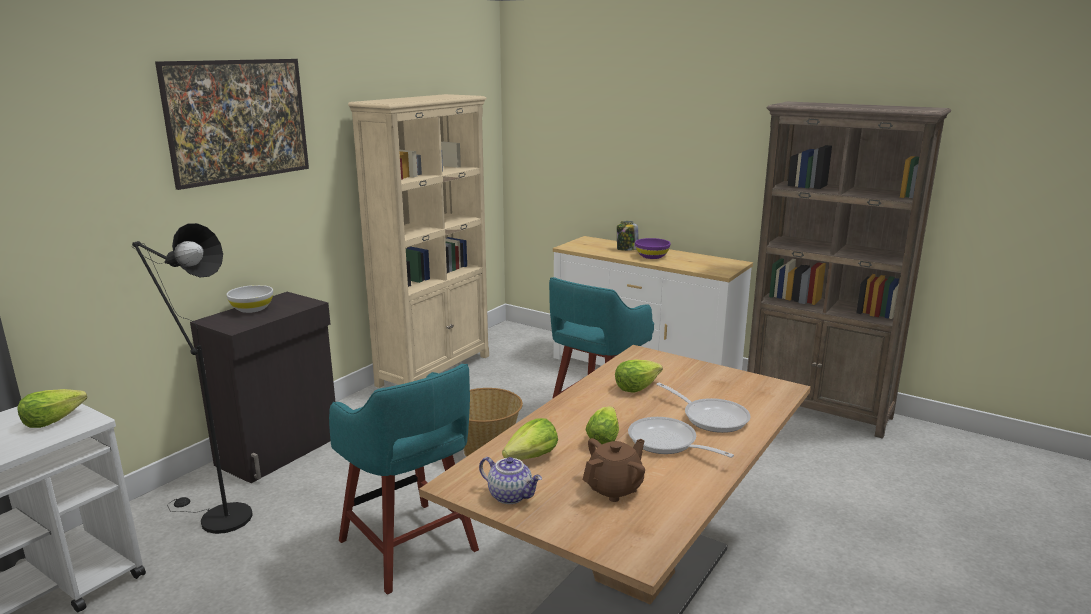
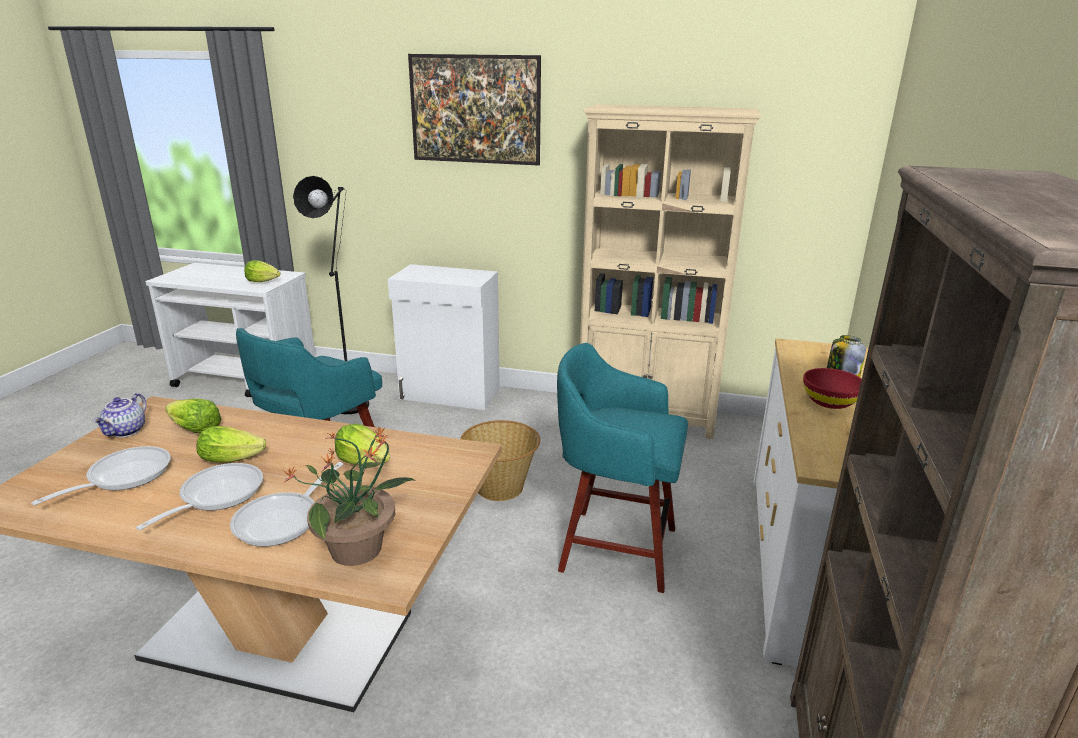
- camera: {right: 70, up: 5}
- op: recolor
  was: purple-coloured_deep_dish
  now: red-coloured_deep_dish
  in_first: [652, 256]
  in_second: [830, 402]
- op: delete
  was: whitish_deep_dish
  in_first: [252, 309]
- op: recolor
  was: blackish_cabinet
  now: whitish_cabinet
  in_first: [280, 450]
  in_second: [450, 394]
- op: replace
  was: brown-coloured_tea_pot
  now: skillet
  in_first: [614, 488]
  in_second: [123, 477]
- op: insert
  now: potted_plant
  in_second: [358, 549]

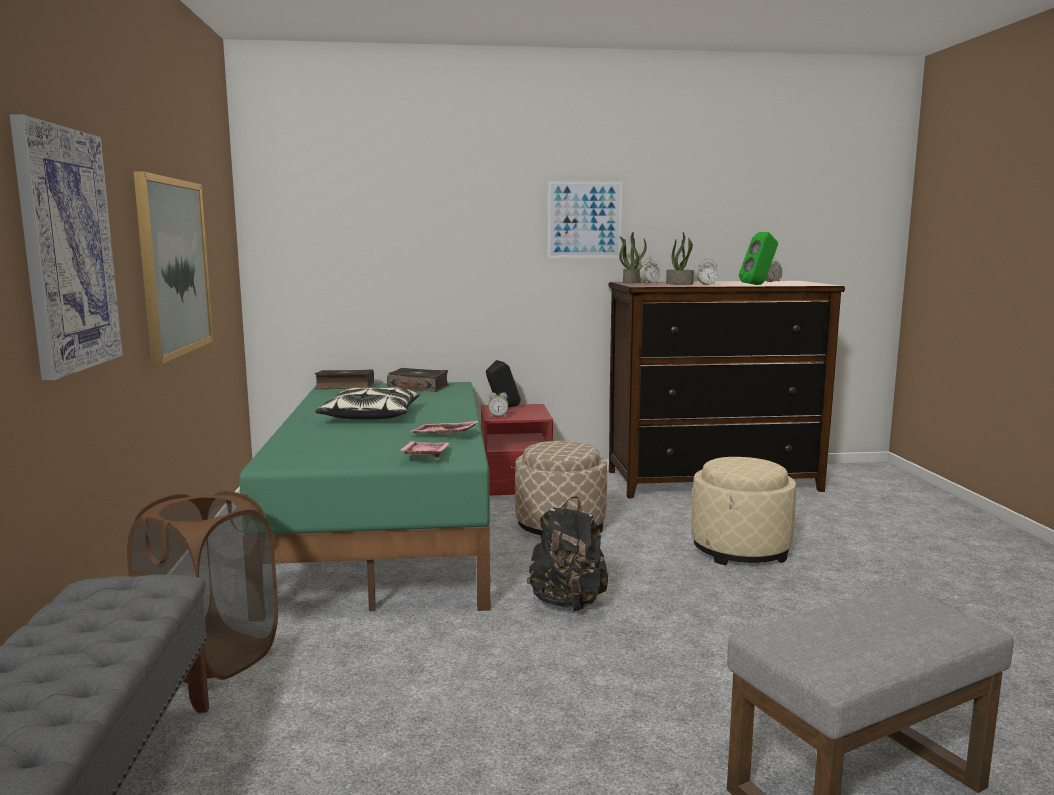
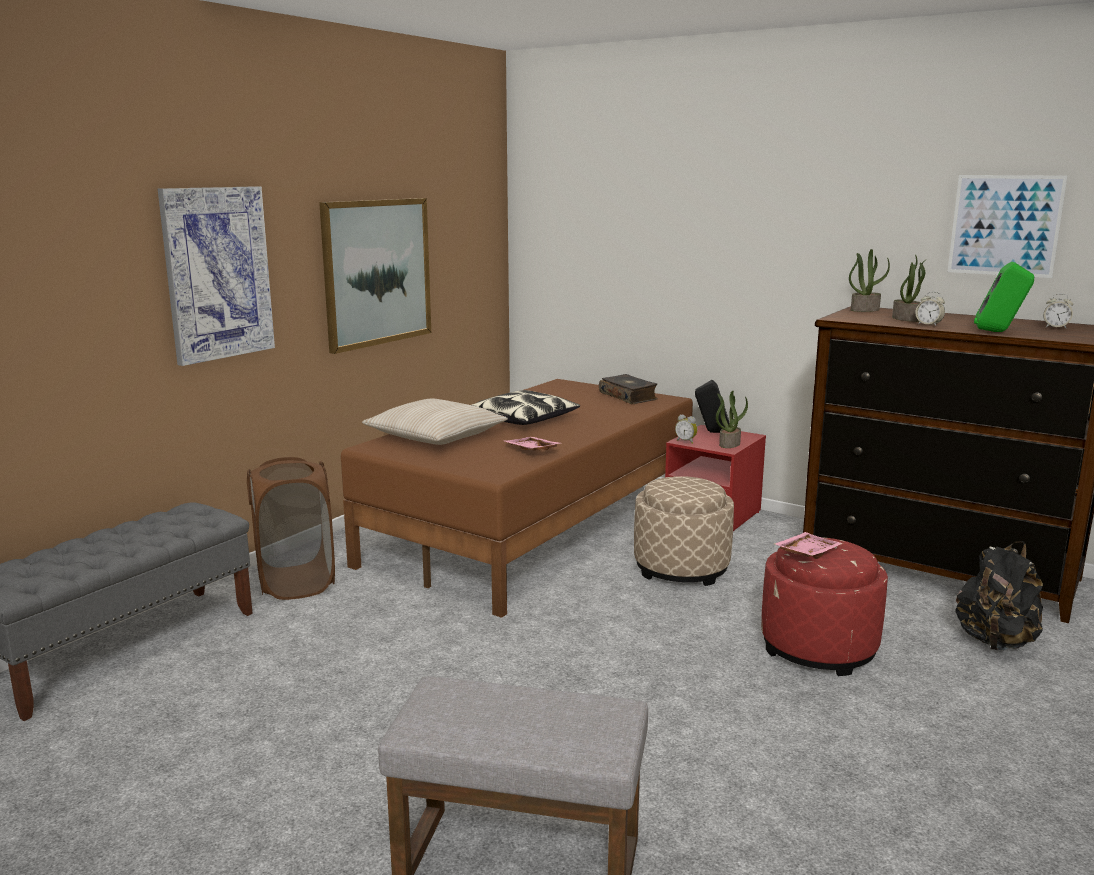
- camera: {right: 40, up: 5}
- op: move
  was: wall_art
  in_first: [584, 220]
  in_second: [1005, 225]
- op: delete
  was: bedside_clock
  in_first: [649, 283]
- op: delete
  was: bound_book
  in_first: [345, 387]
- op: recolor
  was: green_bed
  now: brown-coloured_bed
  in_first: [389, 531]
  in_second: [536, 528]
- op: move
  was: pinkish_serving_tray
  in_first: [424, 456]
  in_second: [806, 553]
- op: recolor
  was: beige_ottoman
  now: red-coloured_ottoman
  in_first: [740, 549]
  in_second: [818, 648]
- op: move
  was: blackish_backpack
  in_first: [568, 603]
  in_second: [995, 642]
- op: insert
  now: potted_plant
  in_second: [729, 444]
- op: insert
  now: beige_pillow
  in_second: [435, 436]

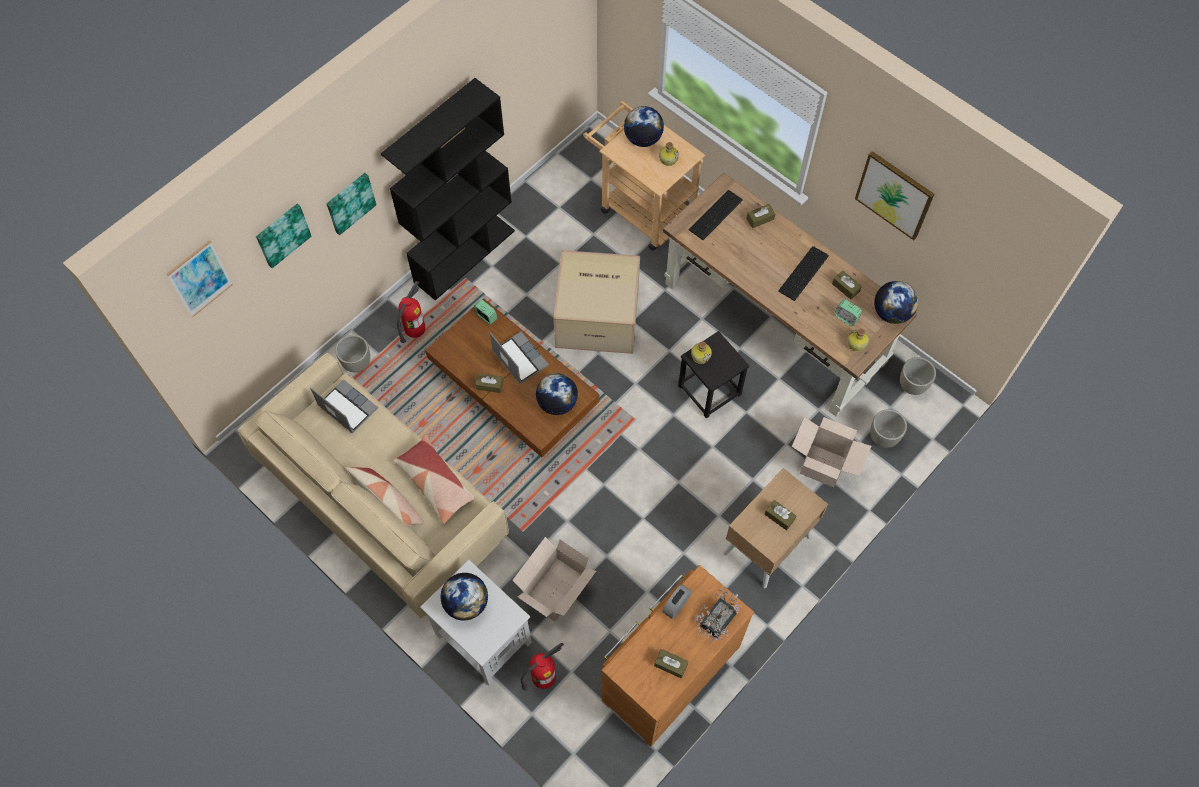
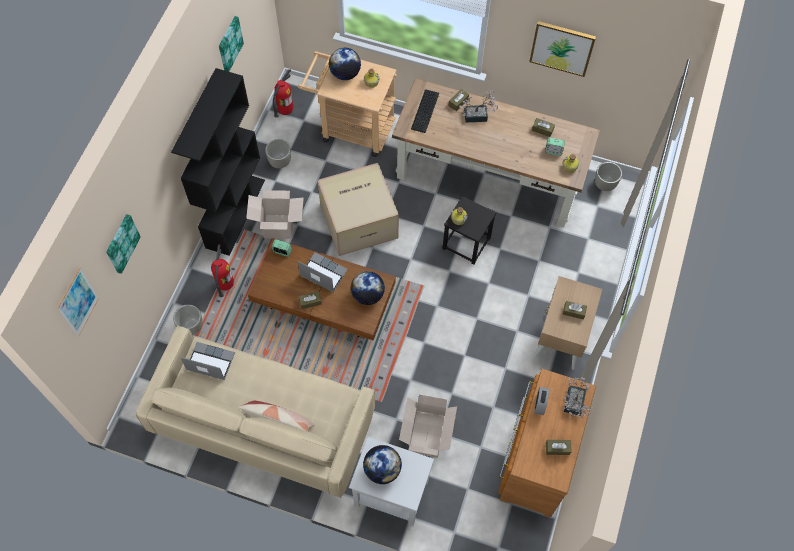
- camera: {right: -25, up: 0}
- op: move
  was: wall_art
  in_first: [350, 202]
  in_second: [229, 44]
- op: delete
  was: keyboard
  in_first: [805, 273]
- op: delete
  was: globe
  in_first: [891, 313]
- op: move
  was: grey_planter
  in_first: [883, 437]
  in_second: [280, 162]
- op: move
  was: cardboard_box
  in_first: [822, 466]
  in_second: [278, 227]
- op: delete
  was: pillow
  in_first: [435, 483]
- op: move
  was: fire-fighting_cylinder
  in_first: [543, 678]
  in_second: [285, 111]
- op: insert
  now: potted_plant
  in_second: [478, 116]

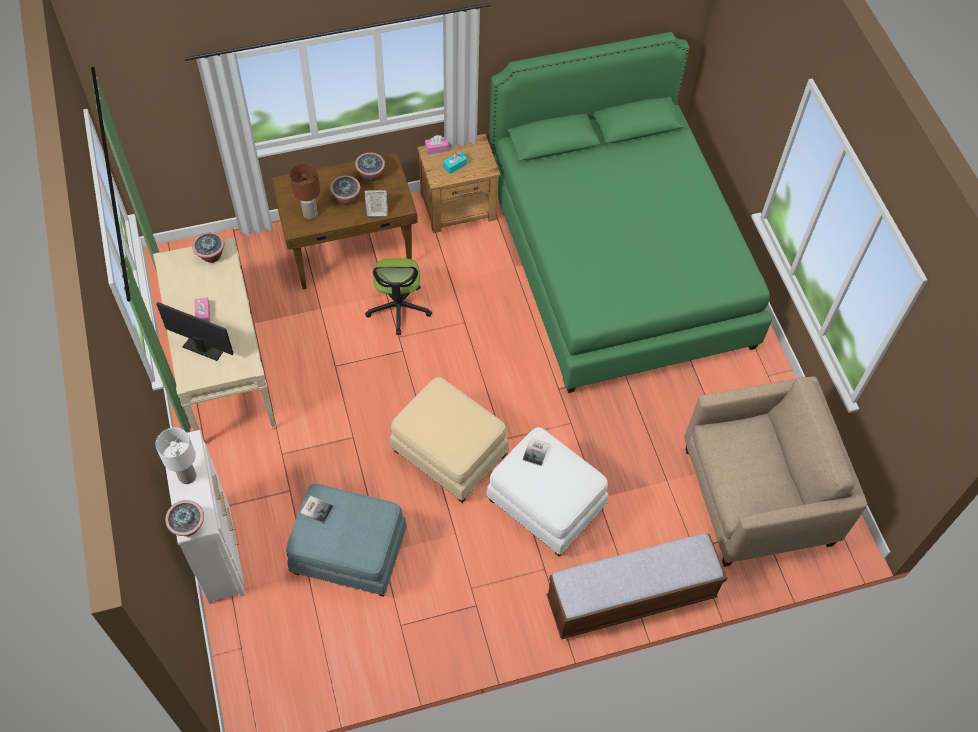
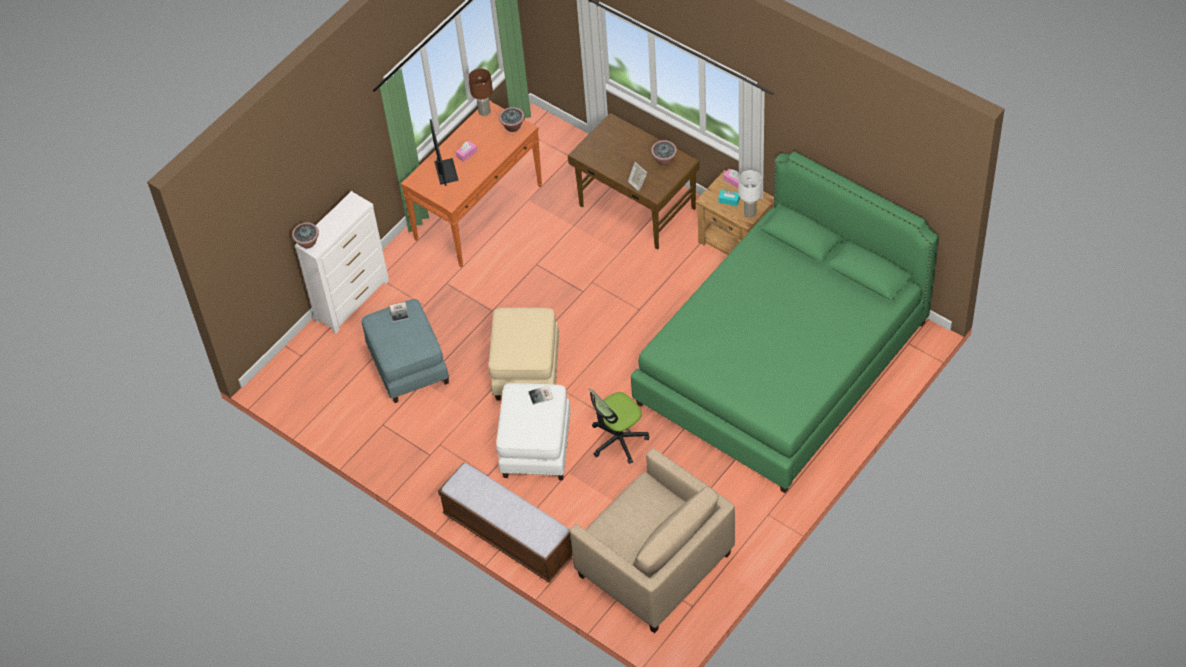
- camera: {right: 60, up: -5}
- op: move
  was: brown-coloured_tabletop_lamp
  in_first: [310, 214]
  in_second: [484, 112]
- op: delete
  was: potted_plant
  in_first: [346, 198]
- op: recolor
  was: beige_narrow_table
  now: orange-coloured_narrow_table
  in_first: [225, 371]
  in_second: [478, 212]
- op: move
  was: desk_chair
  in_first: [398, 308]
  in_second: [618, 440]
- op: move
  was: whitish_tabletop_lamp
  in_first: [187, 477]
  in_second: [749, 213]

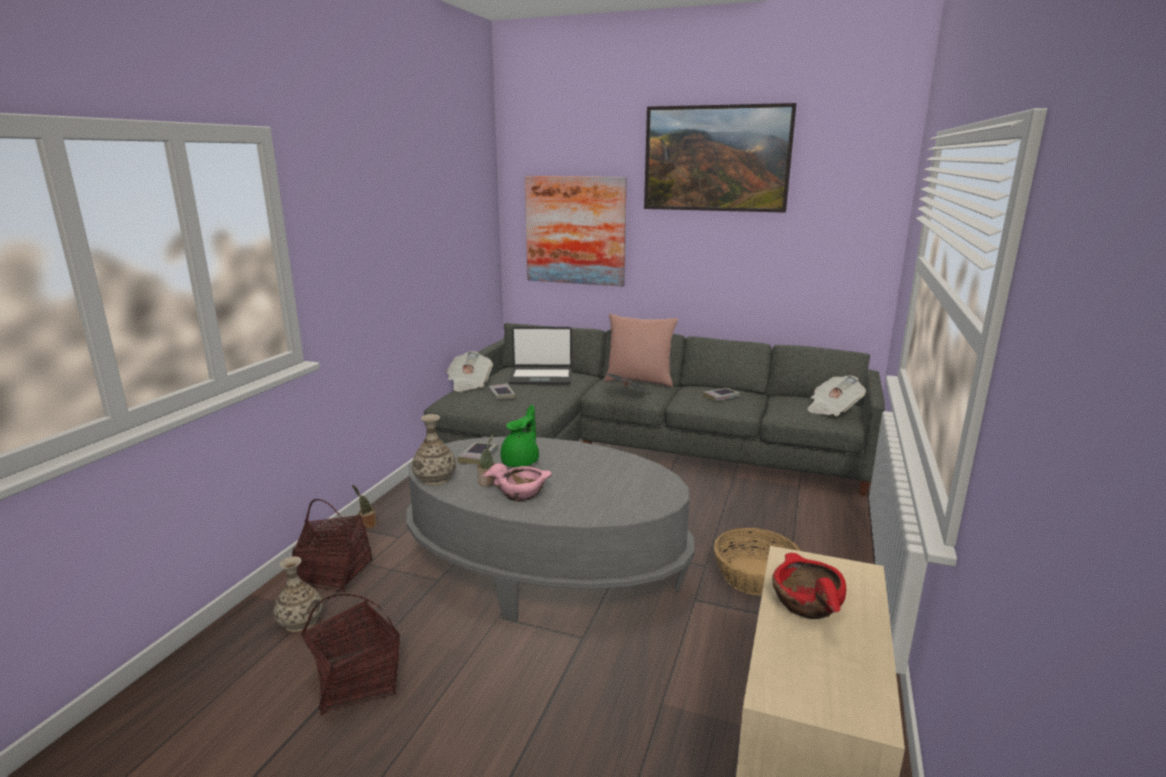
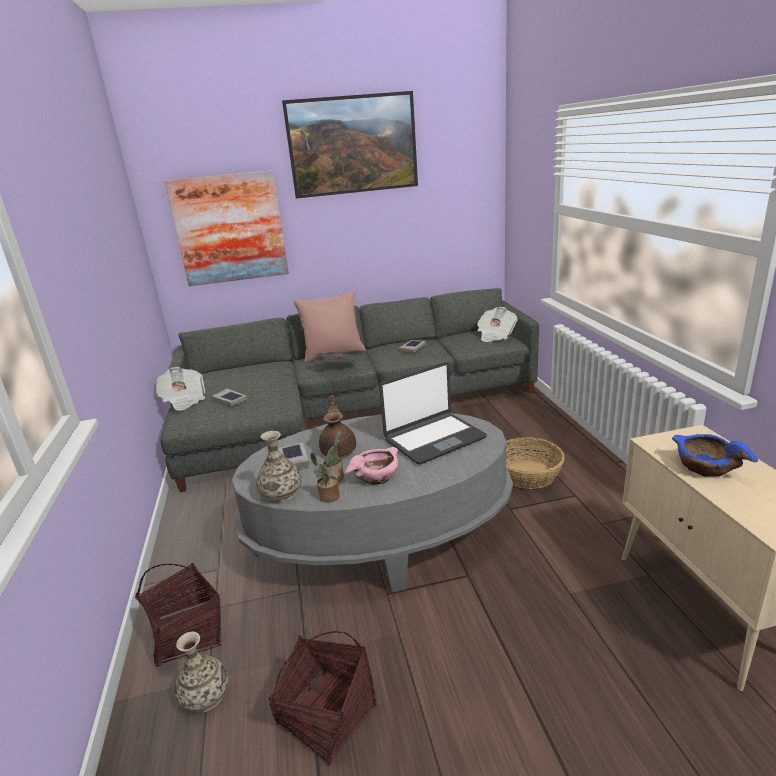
- camera: {right: -30, up: 5}
- op: move
  was: portable_computer
  in_first: [541, 377]
  in_second: [434, 438]
- op: recolor
  was: green_tea_pot
  now: brown-coloured_tea_pot
  in_first: [521, 462]
  in_second: [339, 450]
- op: move
  was: potted_plant
  in_first: [367, 524]
  in_second: [328, 497]
- op: recolor
  was: red-coloured_deep_dish
  now: bluish_deep_dish
  in_first: [806, 604]
  in_second: [705, 467]

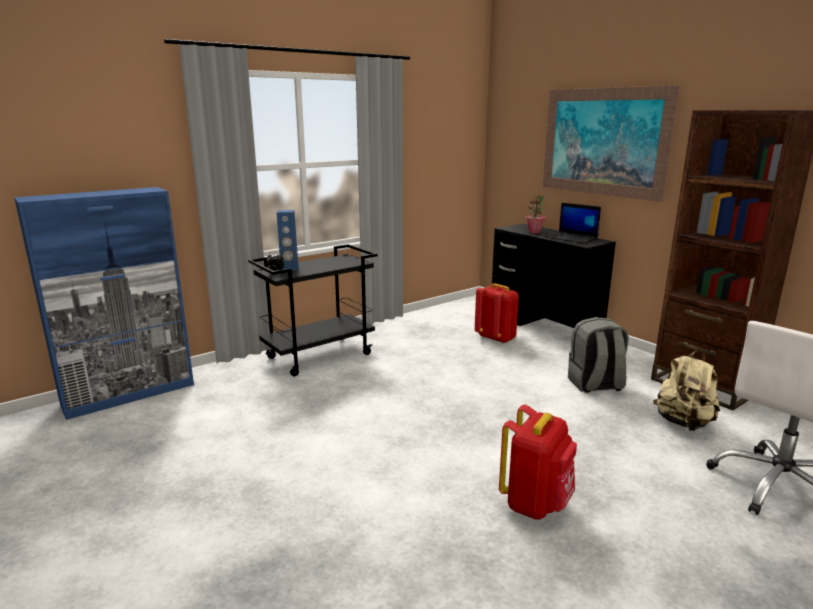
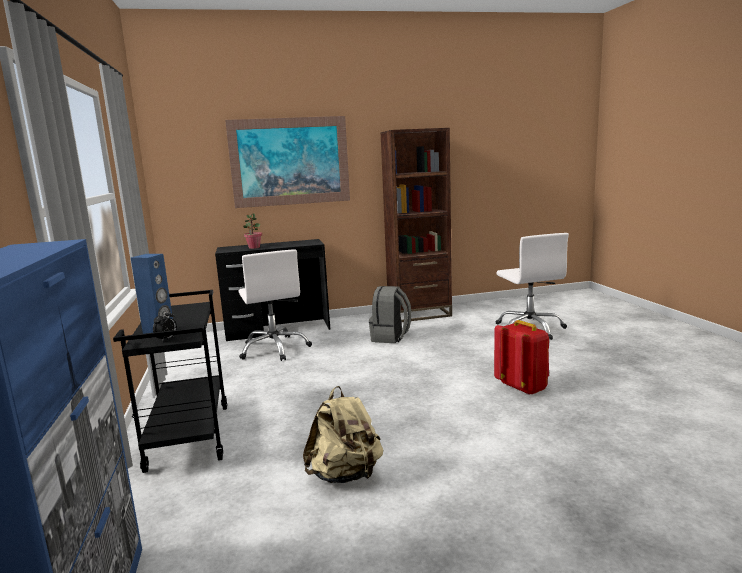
- camera: {right: -65, up: -5}
- op: delete
  was: portable_computer
  in_first: [572, 238]
- op: replace
  was: red-coloured_backpack
  now: whitish_desk_chair
  in_first: [496, 338]
  in_second: [275, 349]
- op: move
  was: beige_backpack
  in_first: [683, 423]
  in_second: [345, 475]

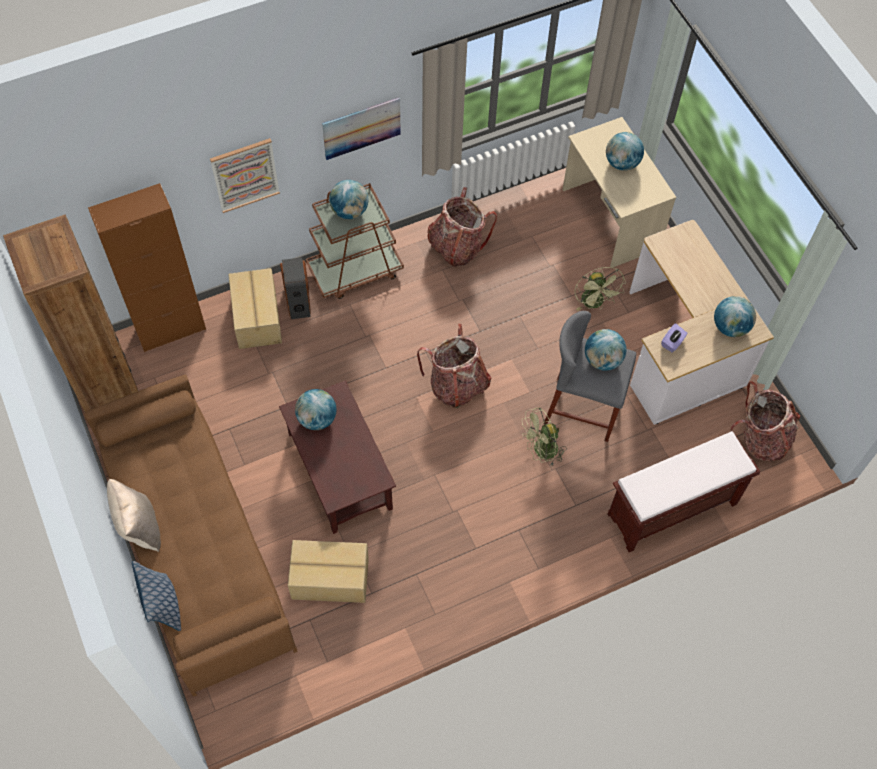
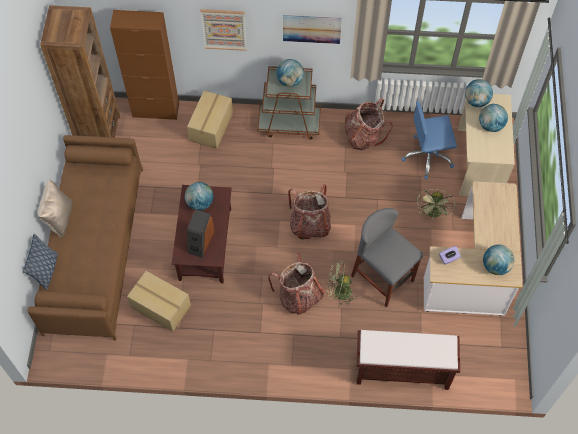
- camera: {right: 30, up: 0}
- op: move
  was: loudspeaker
  in_first: [298, 301]
  in_second: [200, 242]
- op: move
  was: globe
  in_first: [602, 360]
  in_second: [476, 101]
- op: move
  was: backpack
  in_first: [760, 439]
  in_second: [299, 296]
- op: insert
  now: bluish_desk_chair
  in_second: [428, 157]

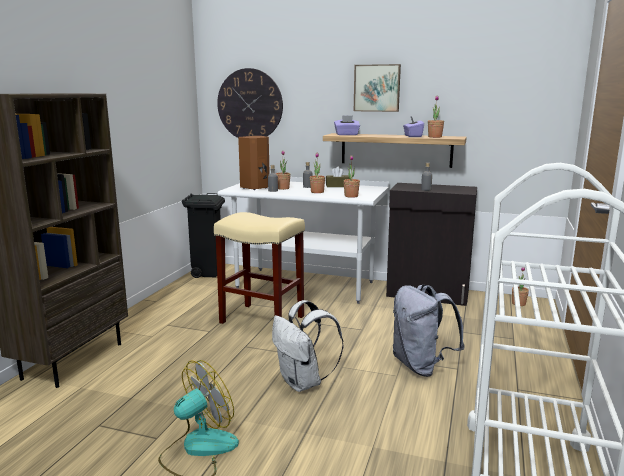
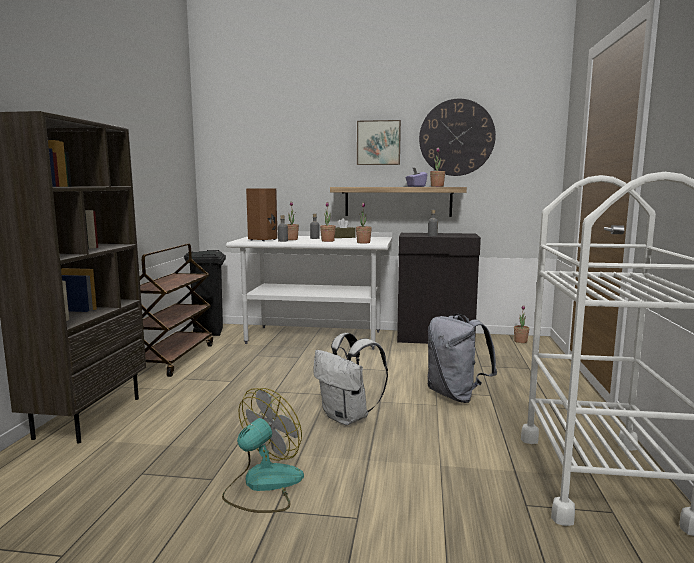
- camera: {right: -10, up: -5}
- op: move
  was: clock_on_the_wall
  in_first: [250, 105]
  in_second: [456, 137]
- op: delete
  was: purple-coloured_tissue_box
  in_first: [346, 134]
- op: delete
  was: beige_stool
  in_first: [261, 319]
- op: insert
  now: brown-coloured_cart
  in_second: [174, 358]

